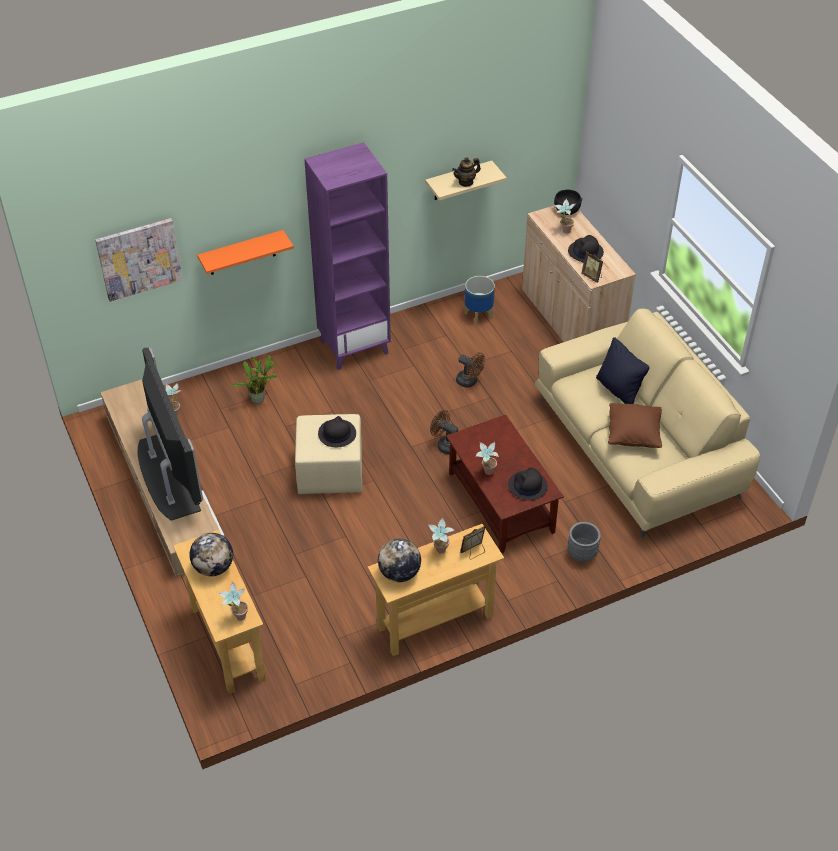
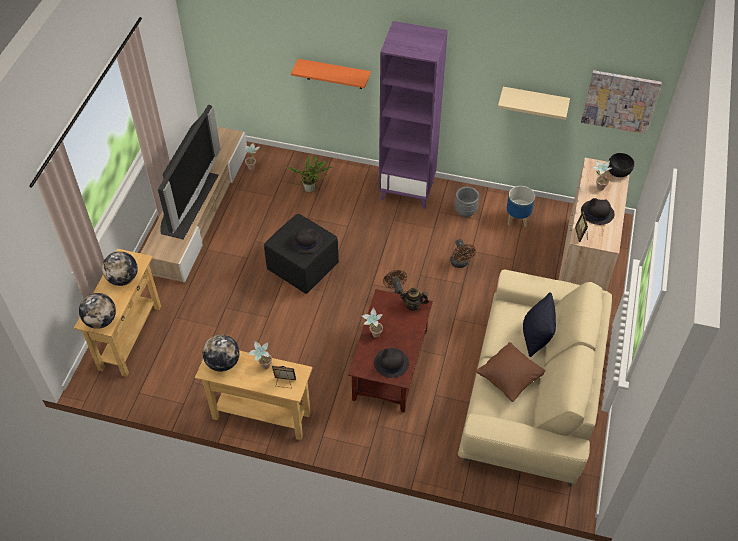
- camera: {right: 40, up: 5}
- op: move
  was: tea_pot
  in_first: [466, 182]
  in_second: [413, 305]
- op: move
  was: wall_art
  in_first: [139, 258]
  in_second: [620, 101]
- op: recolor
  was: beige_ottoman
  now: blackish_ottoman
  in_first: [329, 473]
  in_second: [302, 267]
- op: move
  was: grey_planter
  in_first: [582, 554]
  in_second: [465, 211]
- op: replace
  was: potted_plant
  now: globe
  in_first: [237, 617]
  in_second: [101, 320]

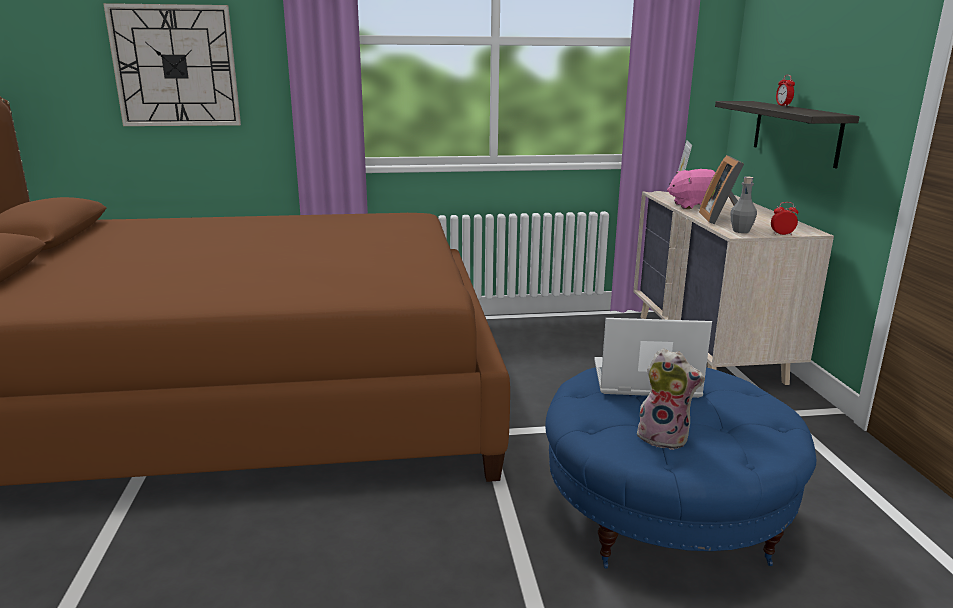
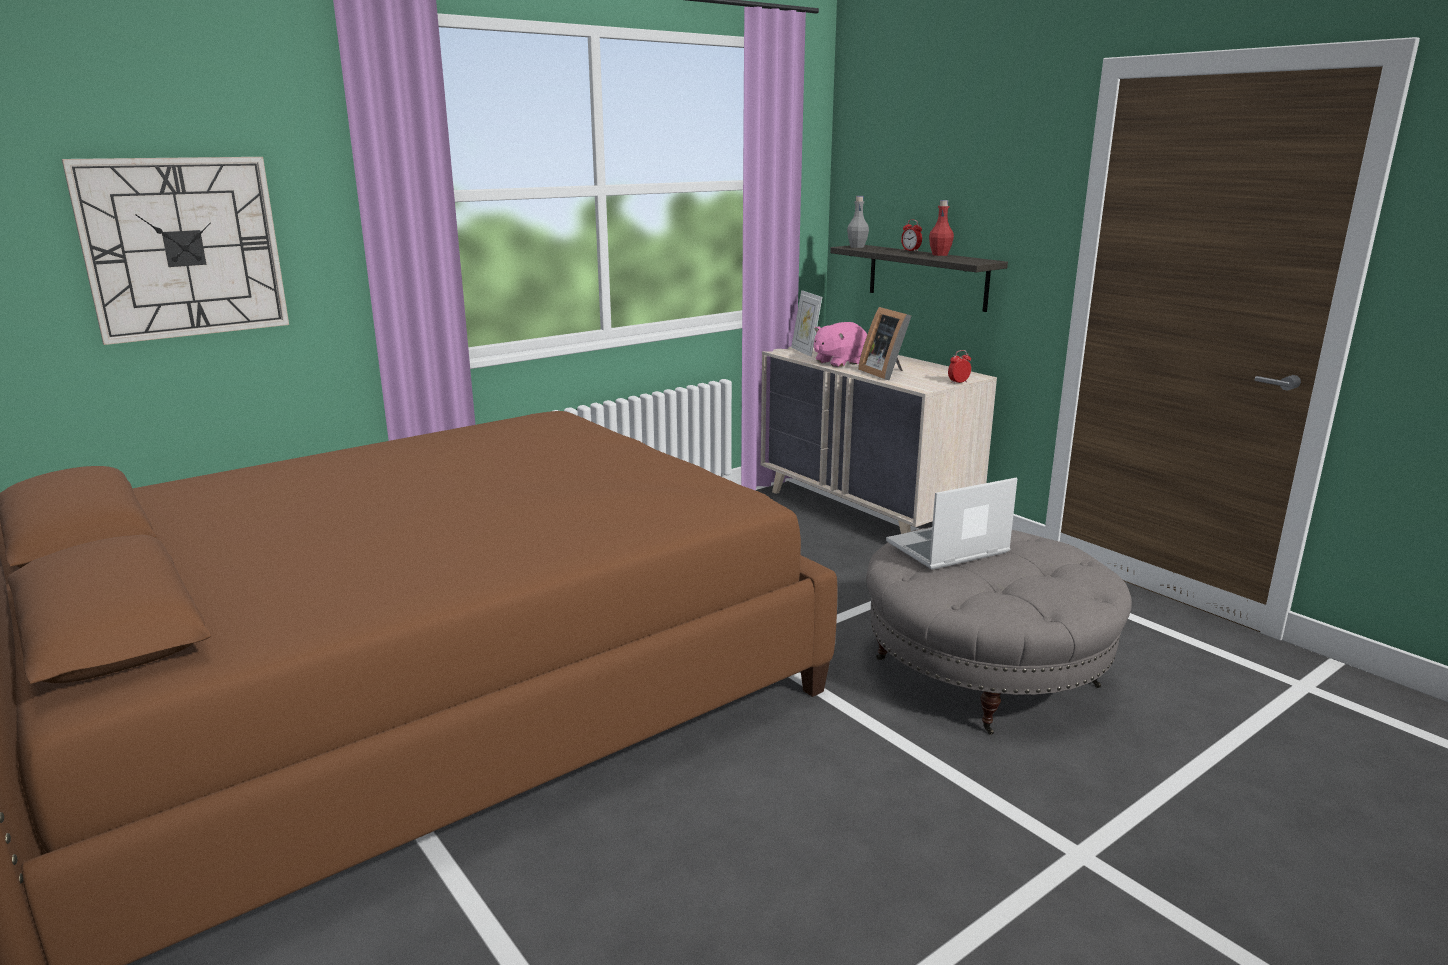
- camera: {right: -30, up: 0}
- op: move
  was: grey_beverage_bottle
  in_first: [741, 231]
  in_second: [857, 247]
- op: delete
  was: plush_toy
  in_first: [664, 437]
- op: recolor
  was: bluish_ottoman
  now: grey_ottoman
  in_first: [664, 512]
  in_second: [984, 672]
- op: insert
  now: red-coloured_beverage_bottle
  in_second: [940, 255]

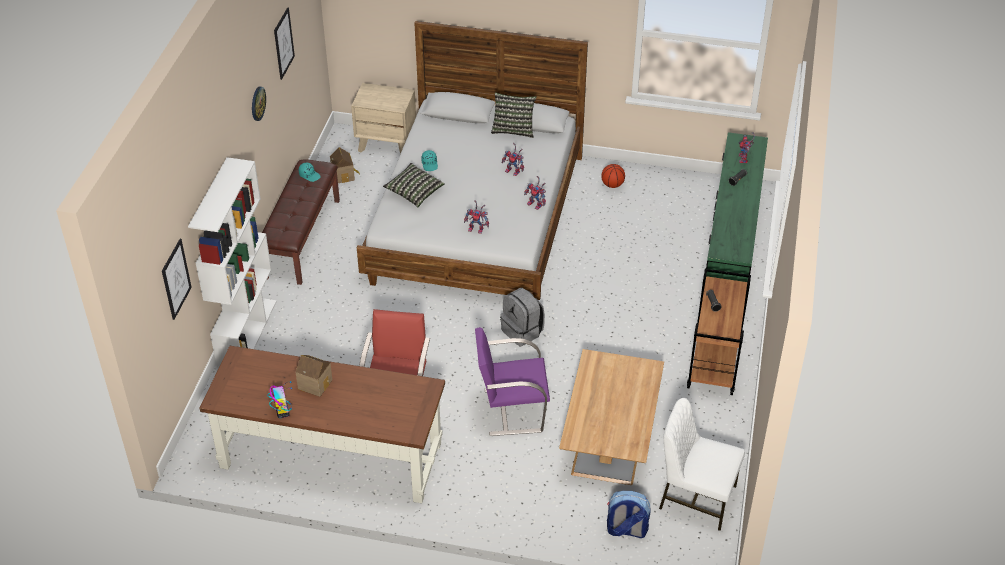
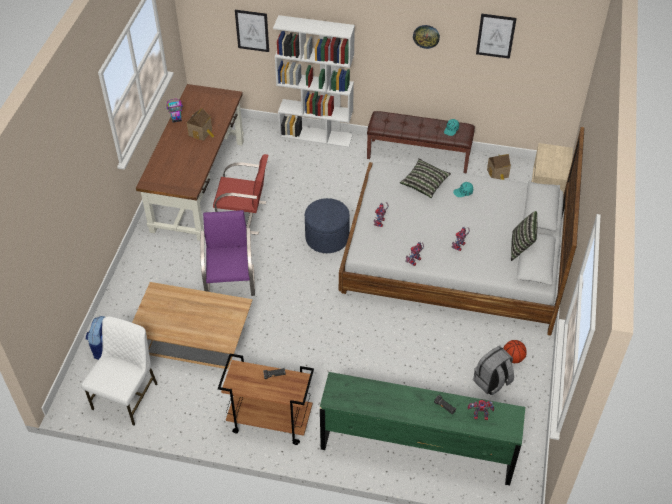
- camera: {right: 90, up: 5}
- op: move
  was: grey_backpack
  in_first: [523, 331]
  in_second: [492, 382]
- op: insert
  now: bluish_ottoman
  in_second: [327, 238]

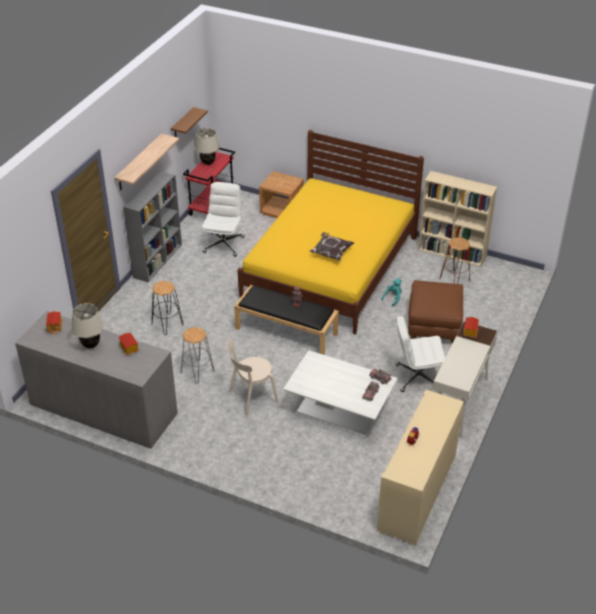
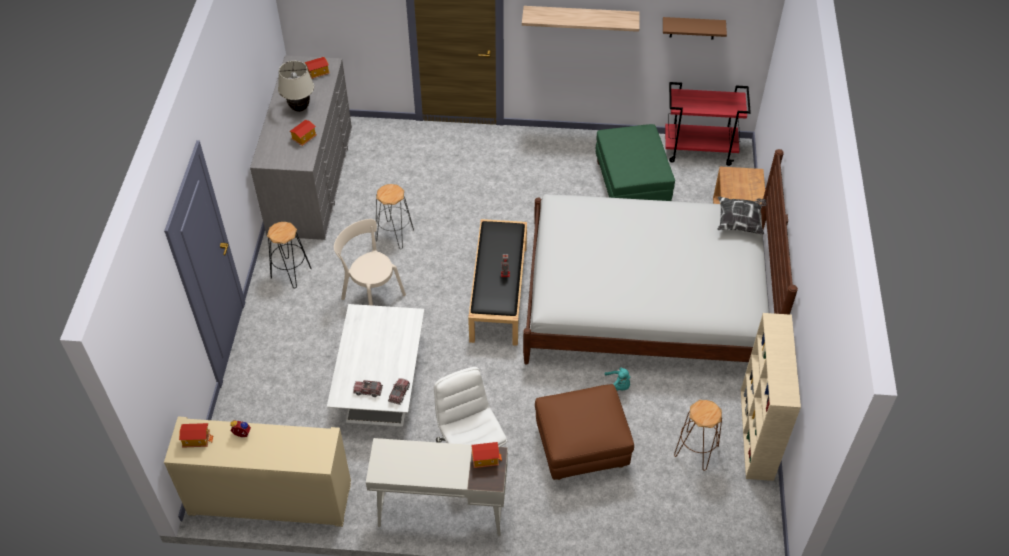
- camera: {right: 70, up: 10}
- op: delete
  was: beige_tabletop_lamp
  in_first: [208, 163]
- op: recolor
  was: yellow-coloured_bed
  now: whitish_bed
  in_first: [330, 267]
  in_second: [644, 302]
- op: delete
  was: grey_bookcase
  in_first: [158, 260]
- op: replace
  was: whitish_desk_chair
  now: green_ottoman
  in_first: [223, 244]
  in_second: [631, 185]
- op: move
  was: pillow
  in_first: [331, 253]
  in_second: [740, 222]
- op: move
  was: blackish_stool
  in_first: [167, 324]
  in_second: [291, 272]
- op: insert
  now: model_house
  in_second: [197, 439]

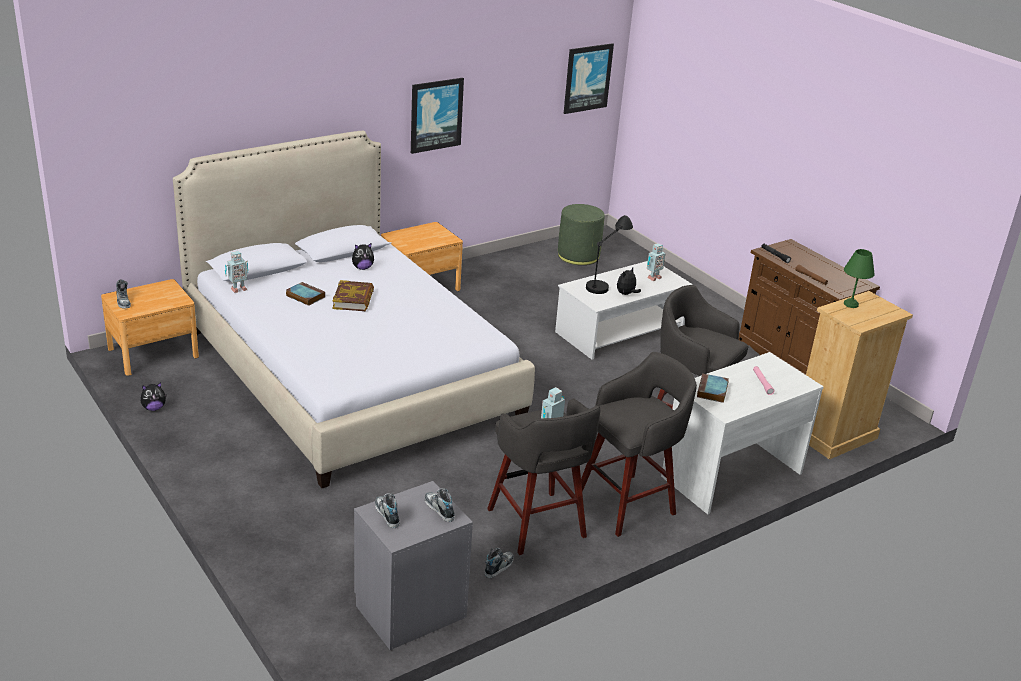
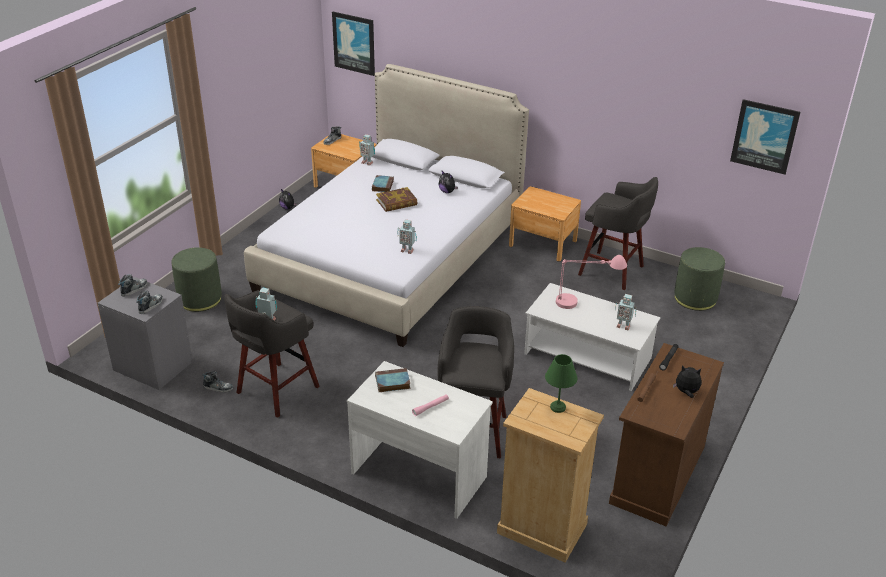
- camera: {right: 65, up: 5}
- op: move
  was: wall_art
  in_first: [436, 115]
  in_second: [354, 43]
- op: recolor
  was: blackish_tabletop_lamp
  now: pinkish_tabletop_lamp
  in_first: [606, 281]
  in_second: [586, 303]
- op: move
  was: plush_toy
  in_first: [626, 294]
  in_second: [686, 392]
- op: move
  was: grey_stool
  in_first: [628, 503]
  in_second: [613, 271]
- op: insert
  now: model_robot
  in_second: [407, 250]
- op: insert
  now: green_ottoman
  in_second: [200, 299]

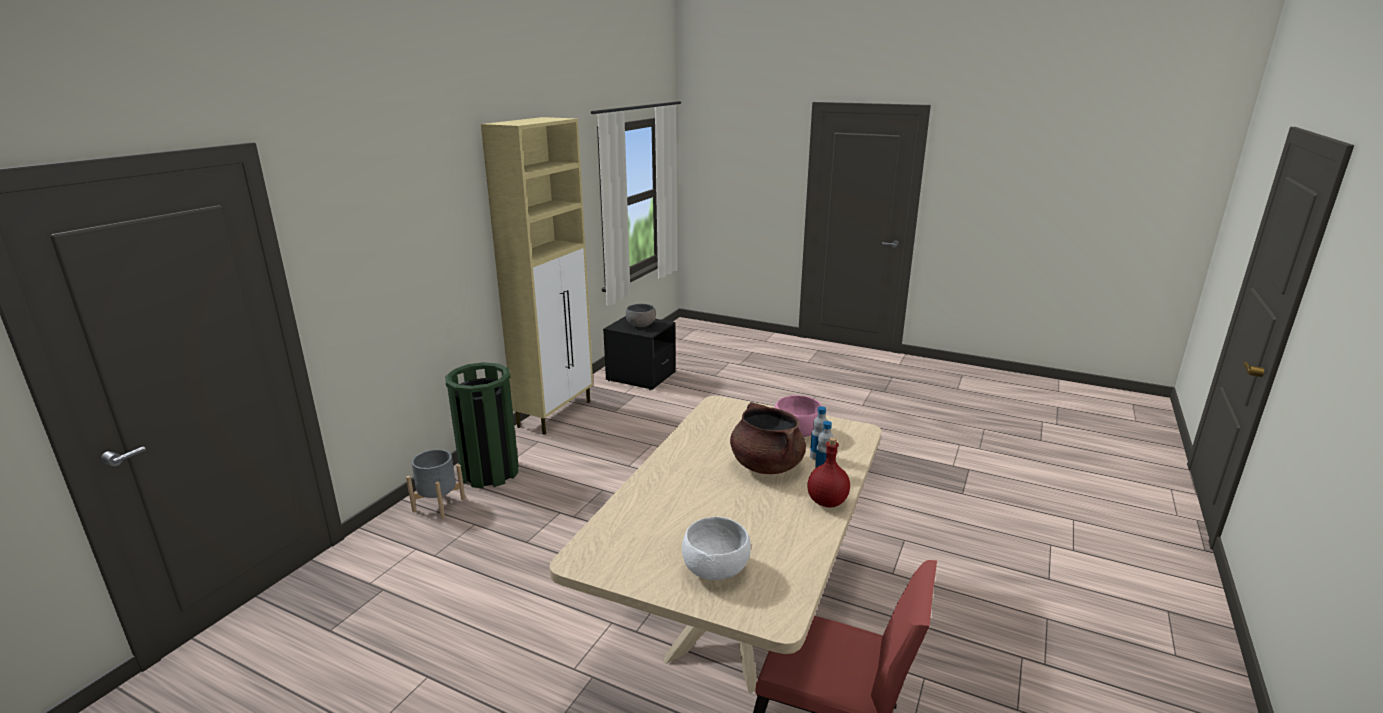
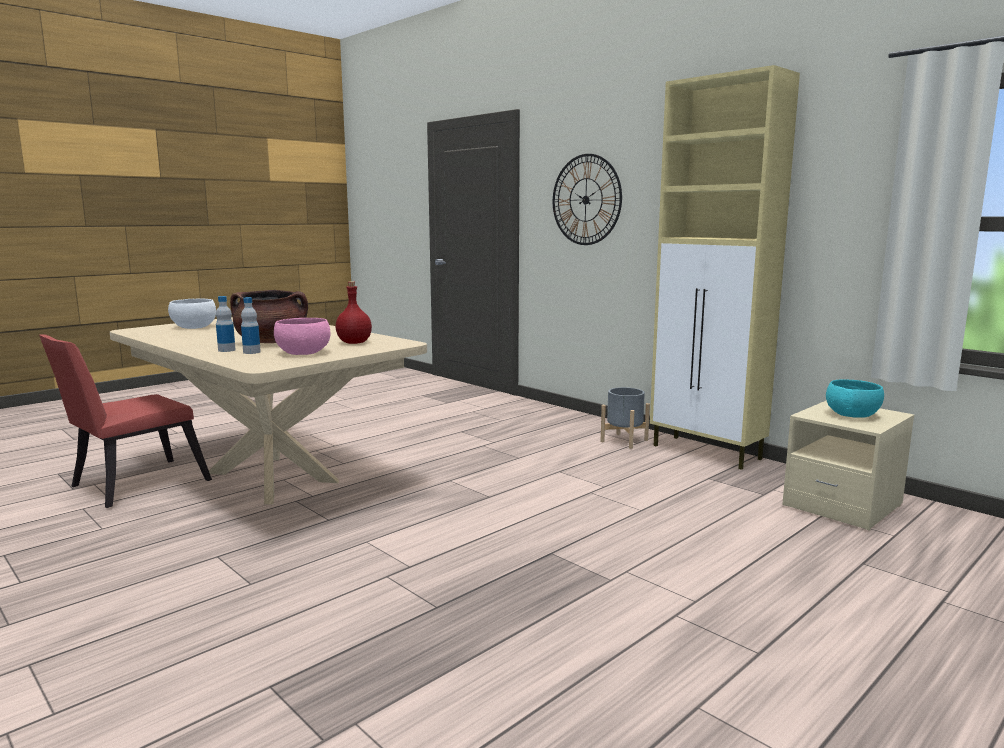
- camera: {right: 110, up: -10}
- op: recolor
  was: grey_deep_dish
  now: turquoise_deep_dish
  in_first: [641, 325]
  in_second: [851, 415]
- op: recolor
  was: blackish_night_table
  now: beige_night_table
  in_first: [641, 376]
  in_second: [842, 505]
- op: delete
  was: green_rubbish_bin
  in_first: [489, 472]
- op: move
  was: red-coloured_beverage_bottle
  in_first: [827, 502]
  in_second: [353, 343]
- op: move
  was: grey_planter
  in_first: [438, 505]
  in_second: [624, 441]
- op: insert
  now: clock_on_the_wall
  in_second: [586, 200]

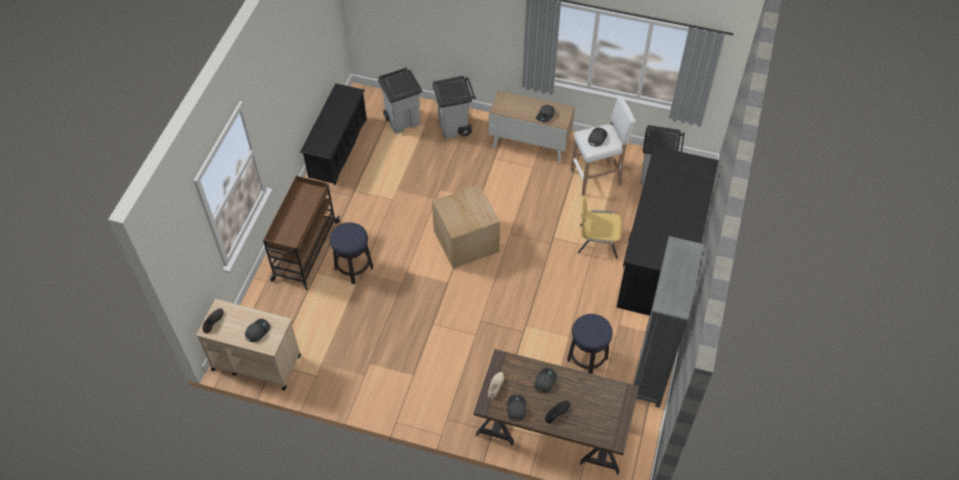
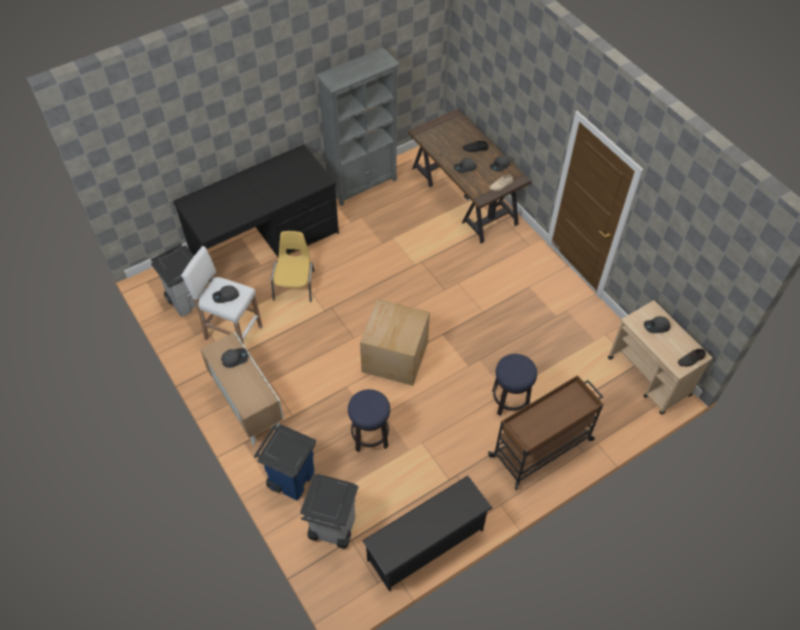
- camera: {right: -140, up: 0}
- op: recolor
  was: grey_rubbish_bin
  now: bluish_rubbish_bin
  in_first: [455, 127]
  in_second: [291, 478]
- op: rotate
  was: yellow-coloured_upright_chair
  in_first: [597, 241]
  in_second: [295, 284]
  clockwise: -135
- op: move
  was: stool
  in_first: [587, 359]
  in_second: [370, 436]

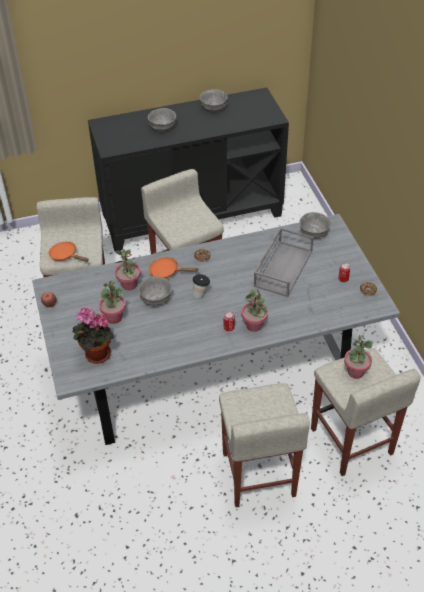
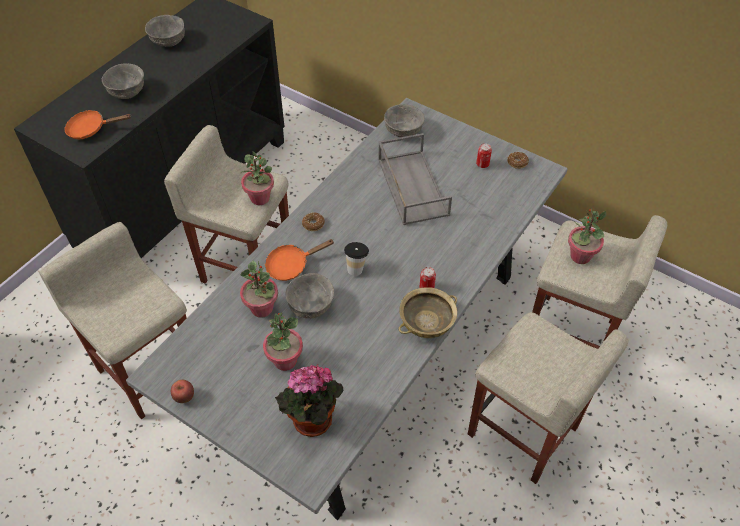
- camera: {right: -40, up: 5}
- op: move
  was: orange-coloured_skillet
  in_first: [66, 256]
  in_second: [91, 129]
- op: move
  was: potted_plant
  in_first: [254, 326]
  in_second: [260, 198]
- op: insert
  now: beige_deep_dish
  in_second: [427, 323]

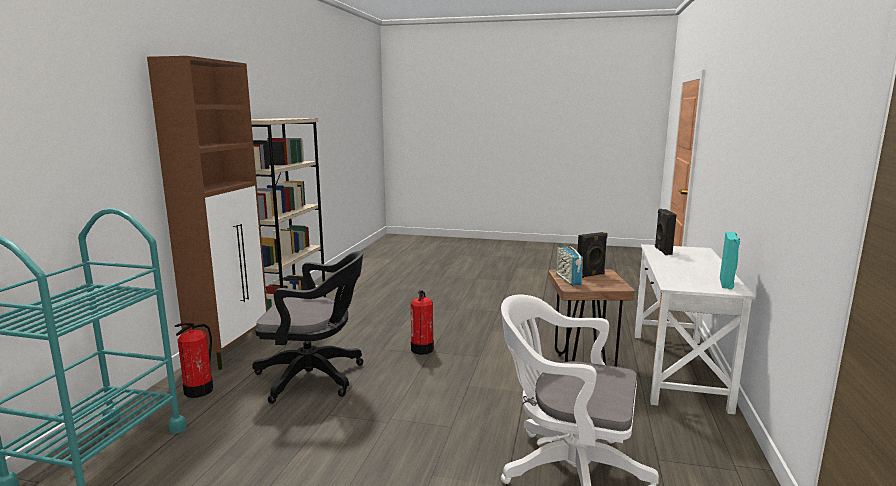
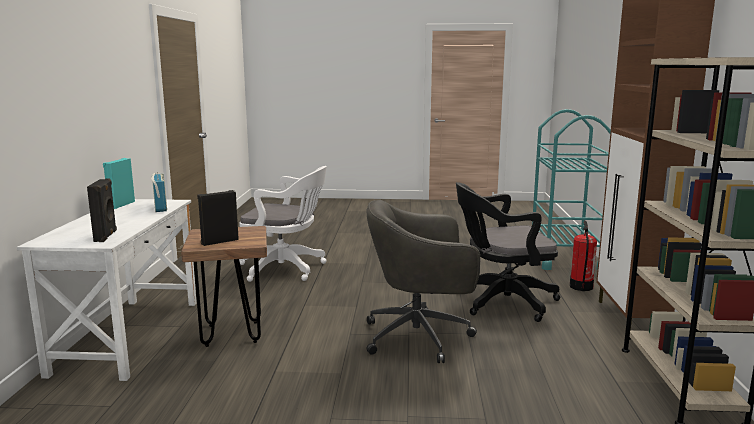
- camera: {right: 170, up: 0}
- op: move
  was: radio_receiver
  in_first: [568, 279]
  in_second: [160, 207]
- op: replace
  was: fire-fighting_cylinder
  now: grey_desk_chair
  in_first: [422, 349]
  in_second: [420, 337]

